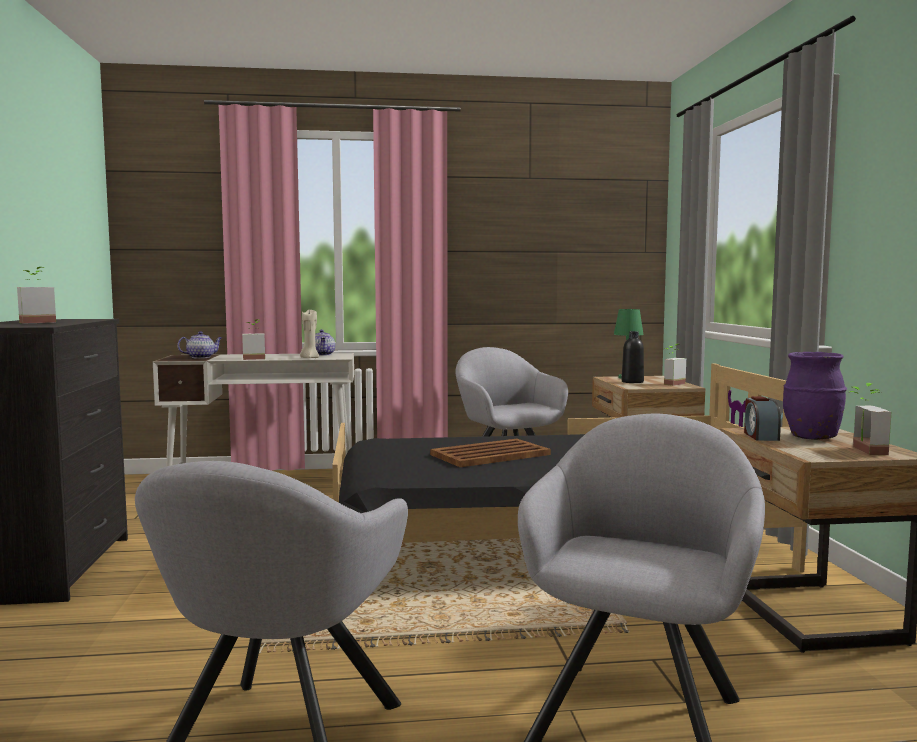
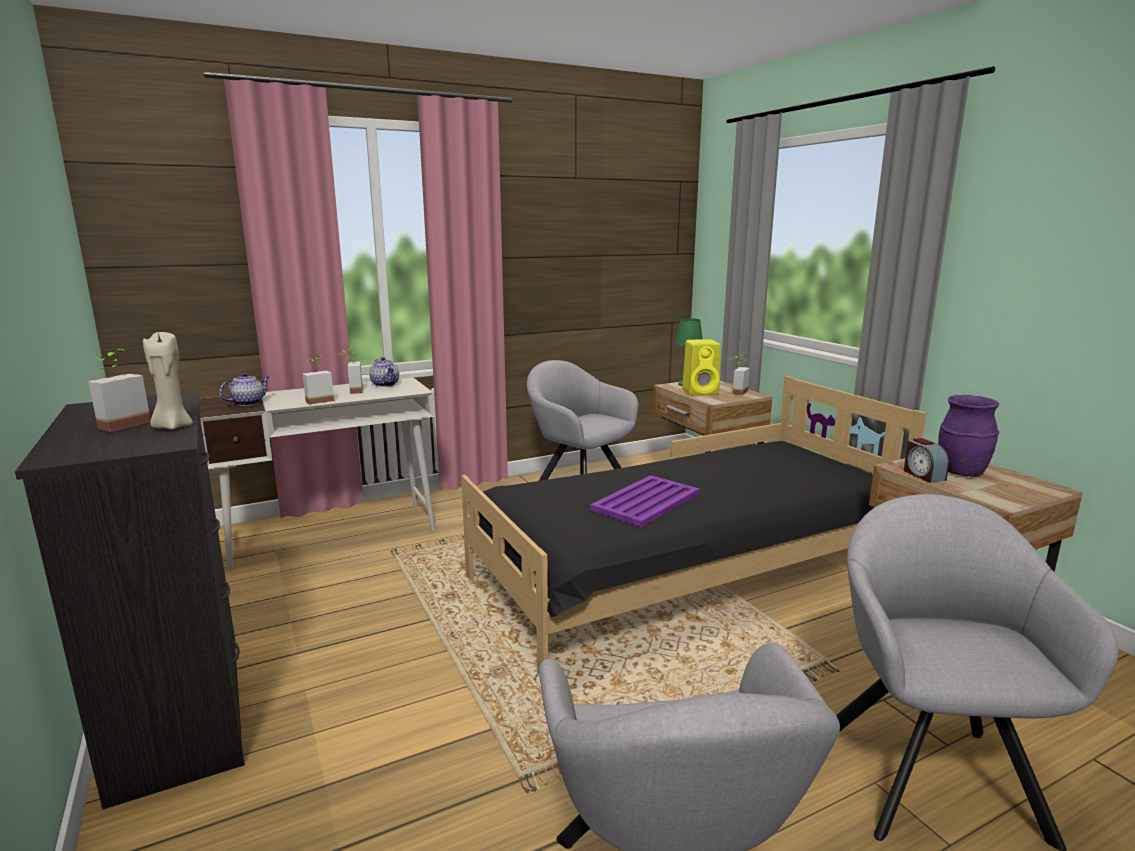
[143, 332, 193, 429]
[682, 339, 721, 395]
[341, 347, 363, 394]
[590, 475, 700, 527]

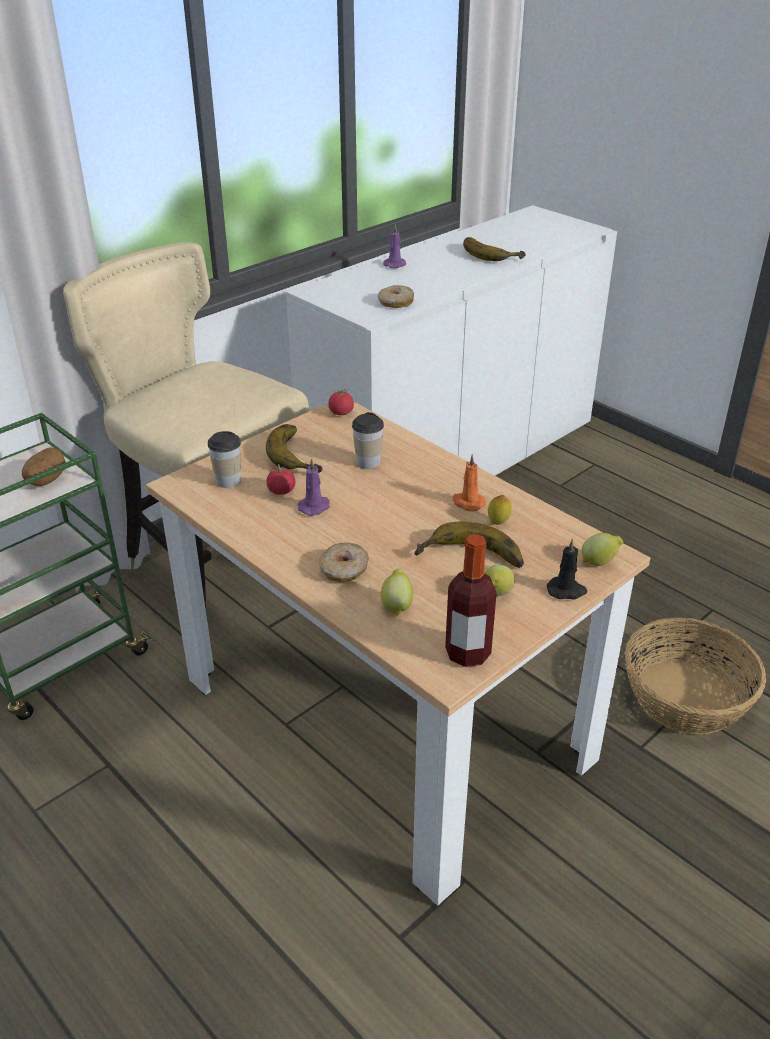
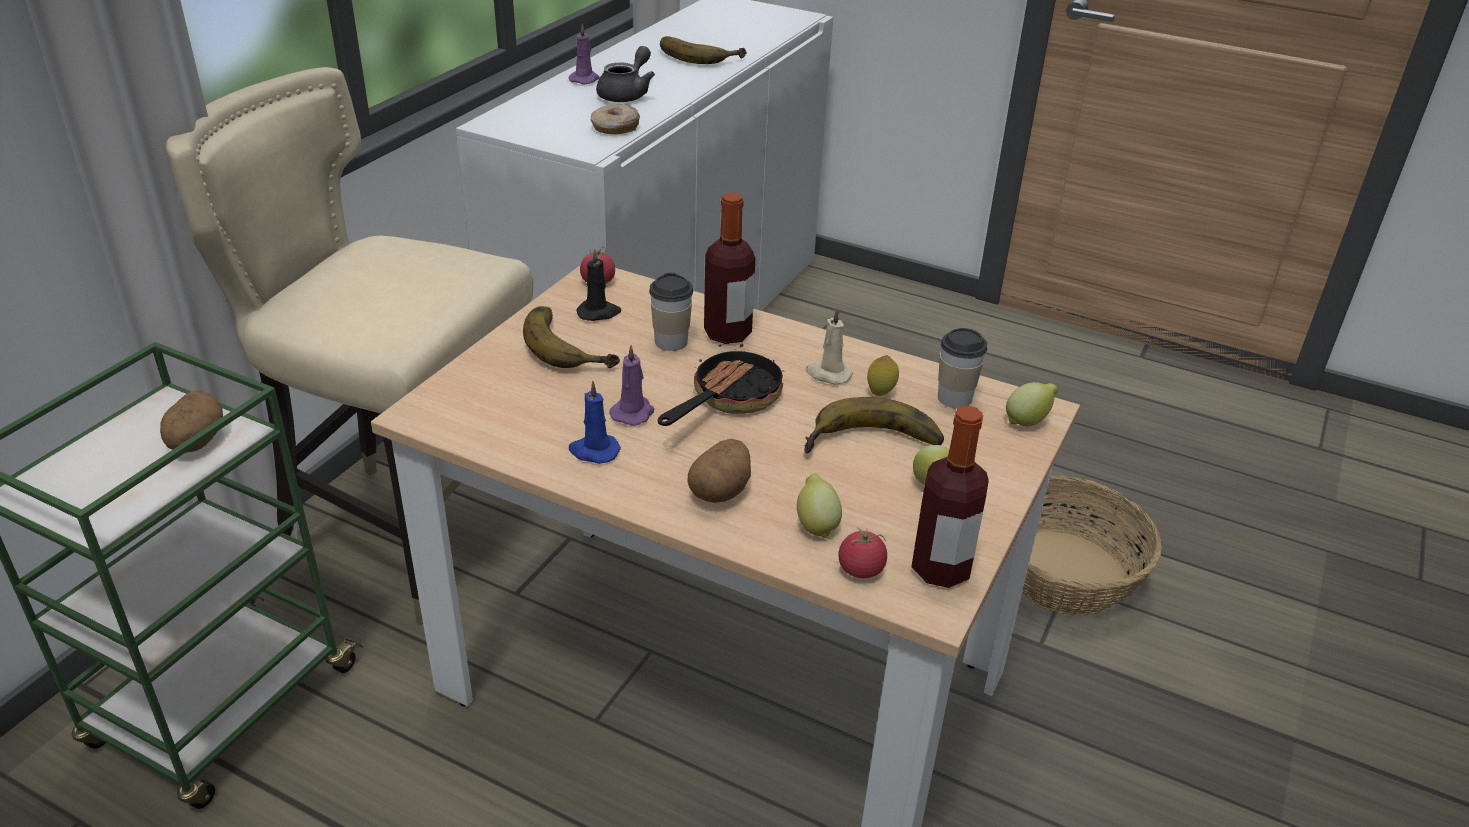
[938, 328, 987, 408]
[806, 307, 853, 384]
[839, 527, 887, 578]
[576, 249, 621, 321]
[688, 438, 751, 503]
[596, 46, 655, 102]
[704, 193, 755, 344]
[658, 343, 785, 426]
[569, 381, 621, 464]

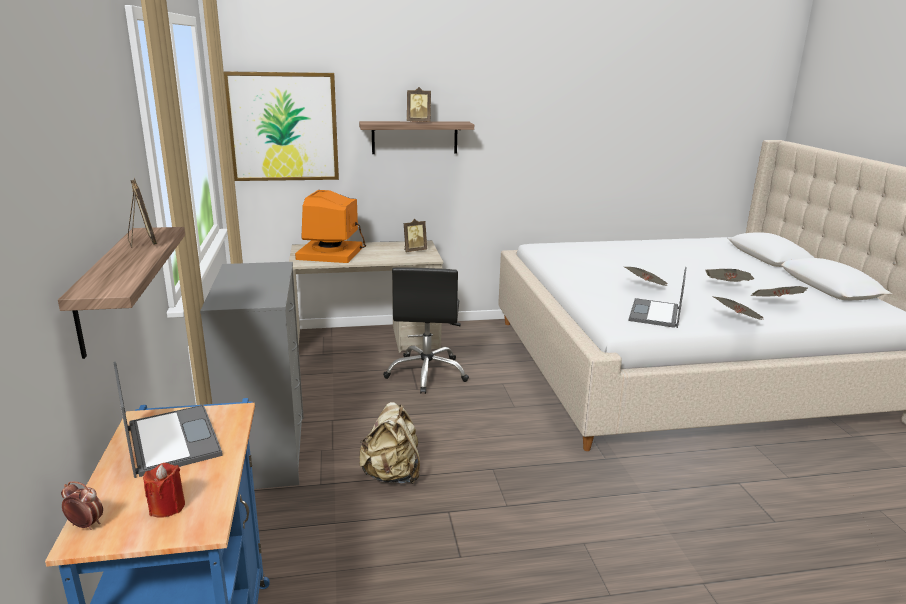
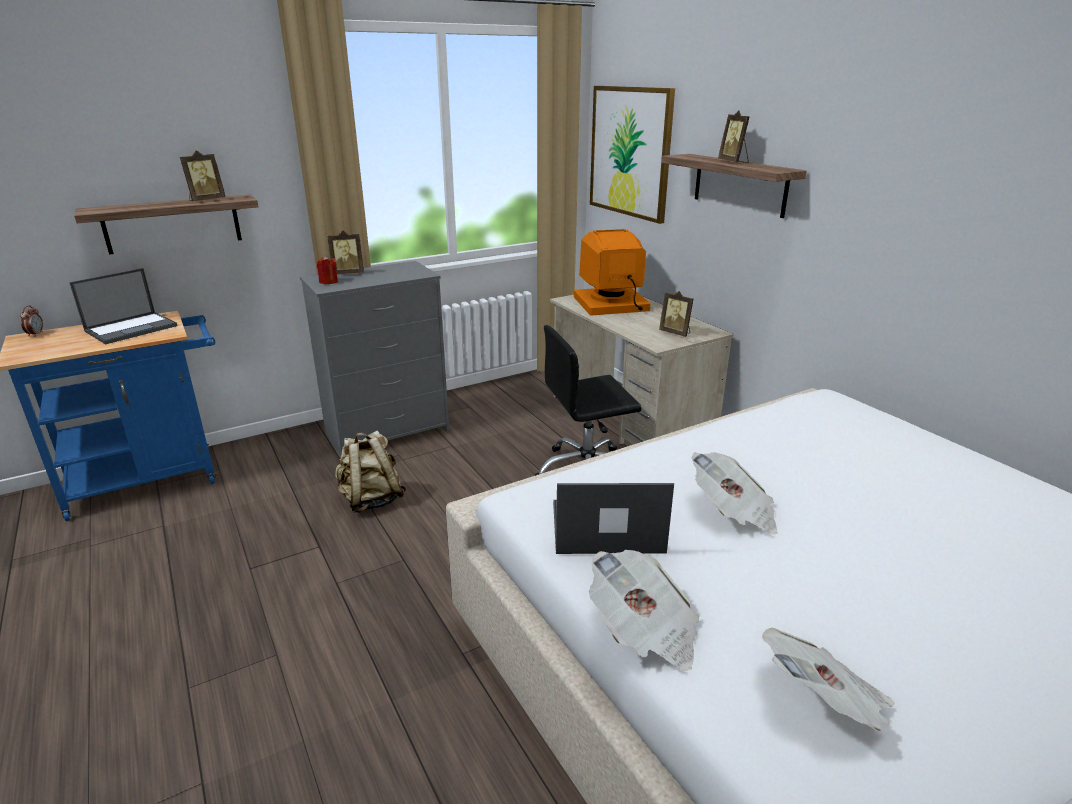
[705, 269, 754, 282] (first image)
[317, 256, 338, 284]
[327, 230, 364, 275]

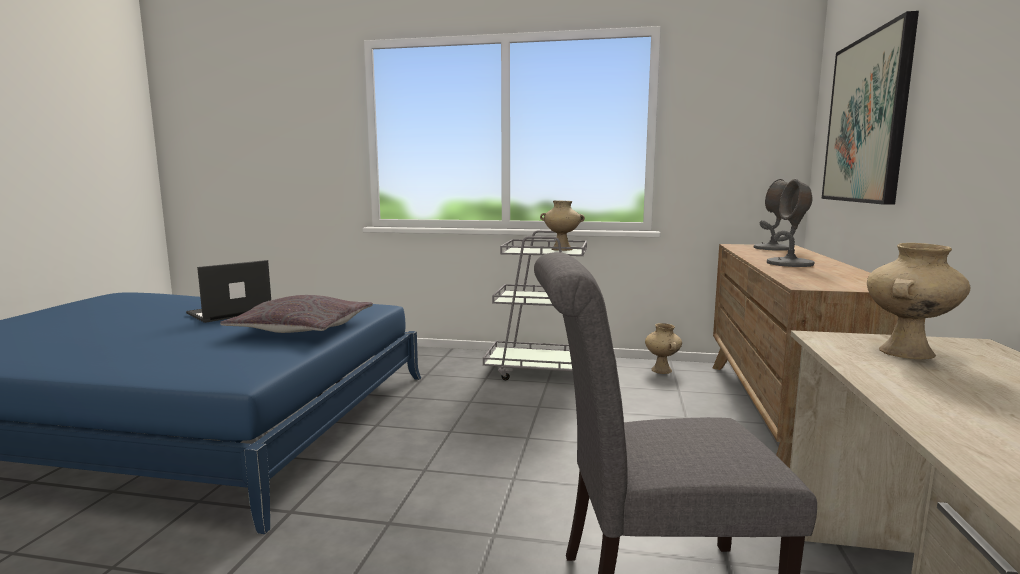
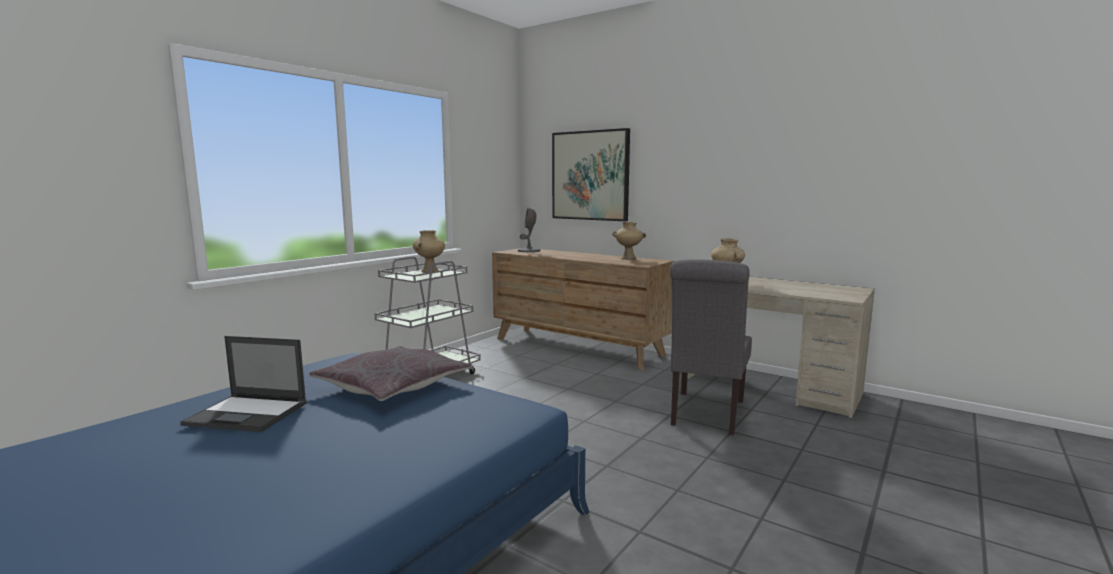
[767, 179, 815, 267] (first image)
[180, 336, 307, 432]
[612, 222, 646, 260]

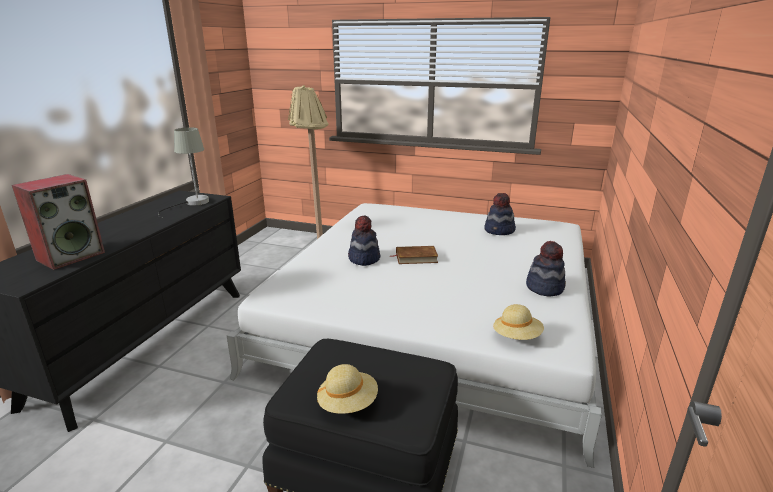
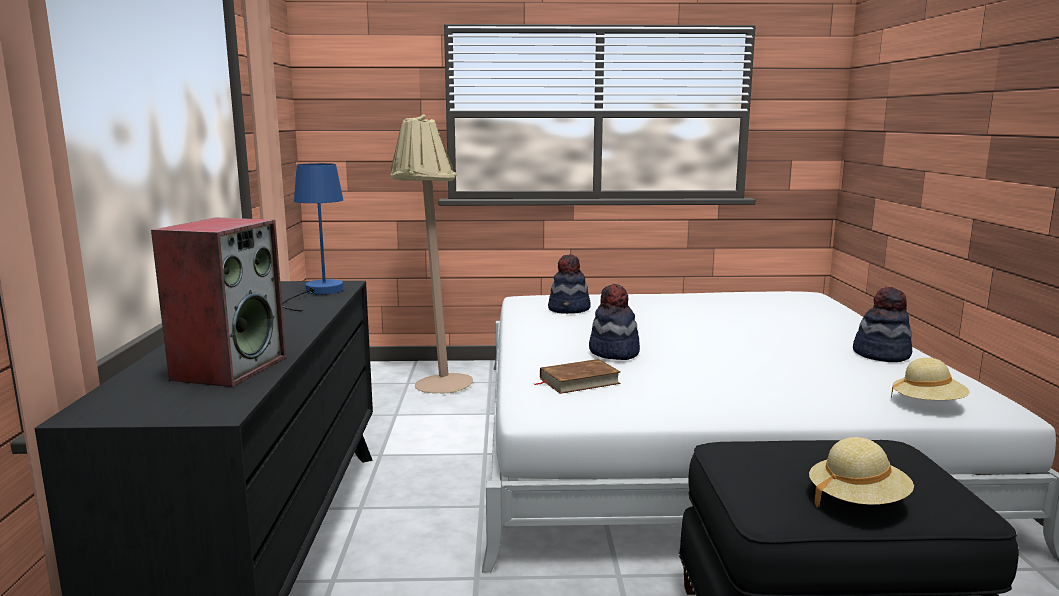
[282, 163, 343, 312]
[548, 254, 591, 314]
[534, 359, 621, 394]

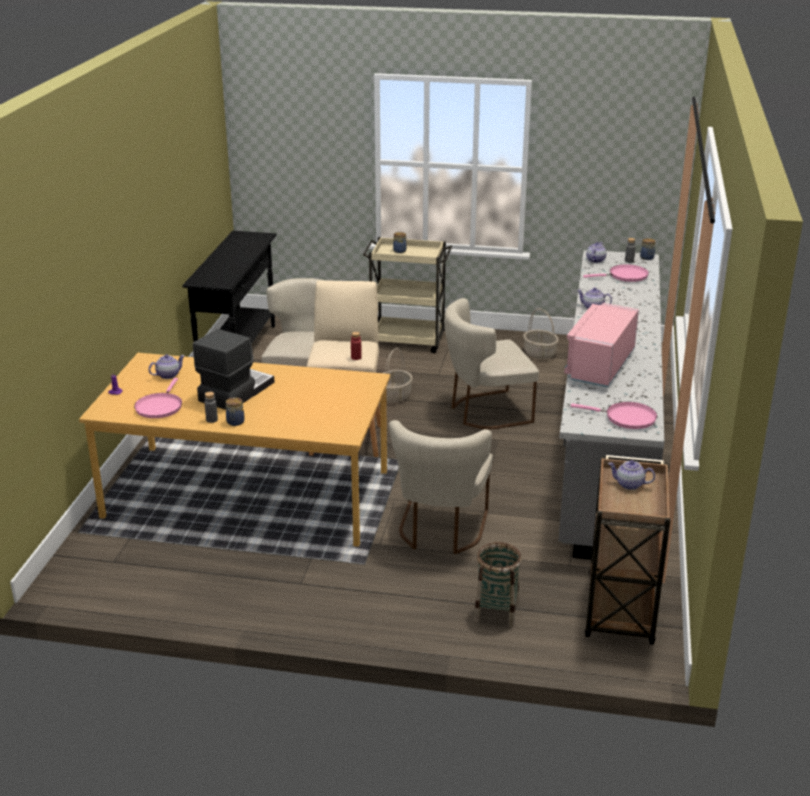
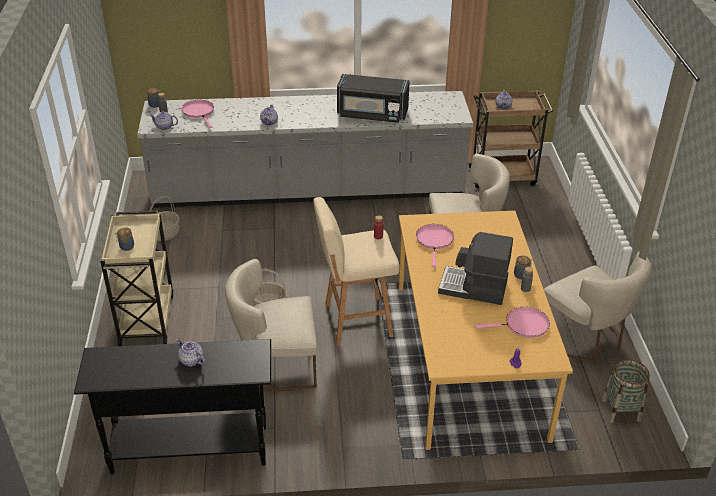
[544, 252, 652, 363]
[337, 74, 410, 123]
[176, 338, 205, 367]
[416, 224, 454, 267]
[602, 359, 650, 423]

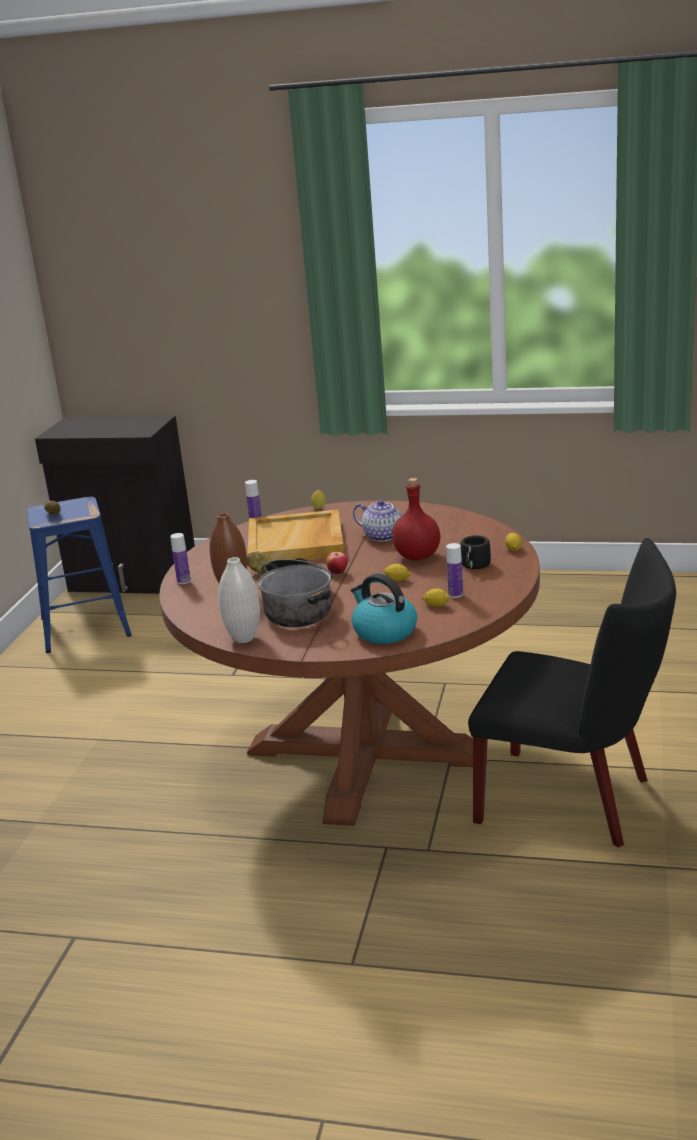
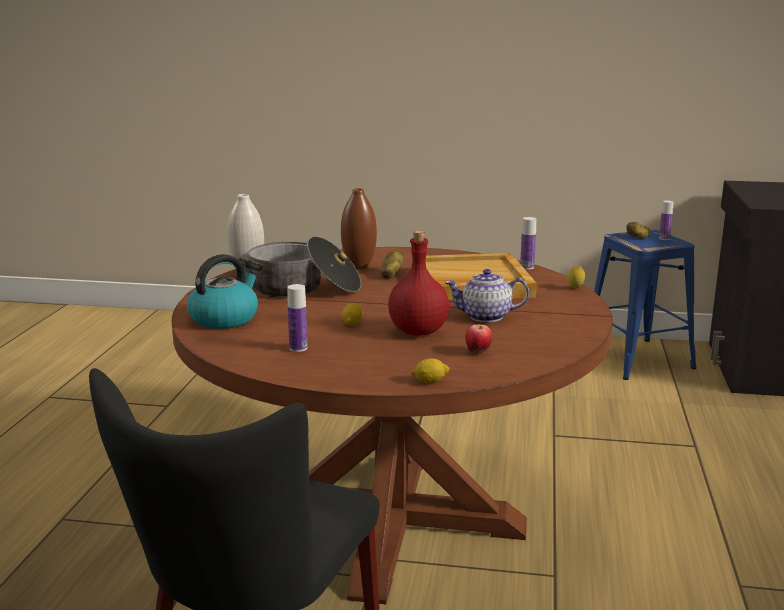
[445, 269, 529, 322]
[659, 200, 674, 240]
[461, 535, 491, 569] (first image)
[465, 324, 492, 353]
[422, 588, 451, 607] (first image)

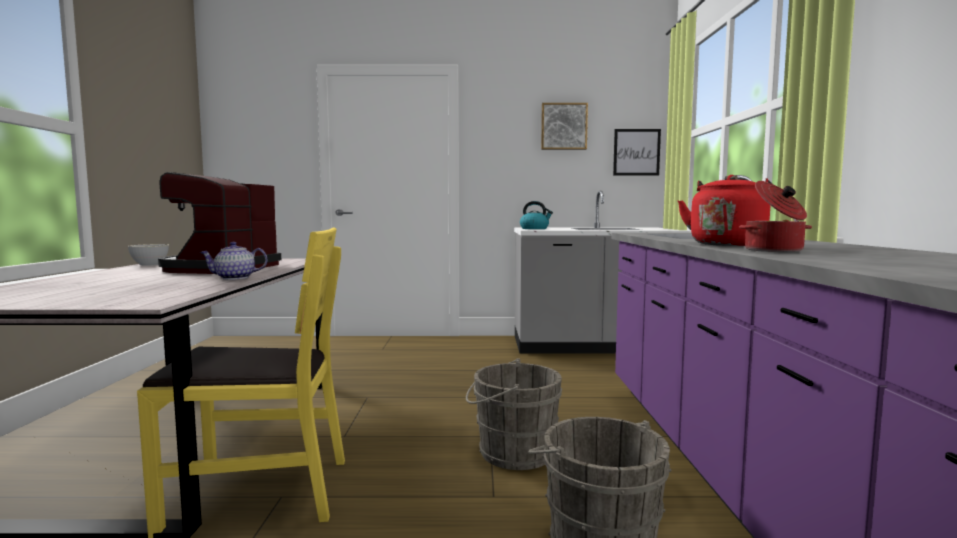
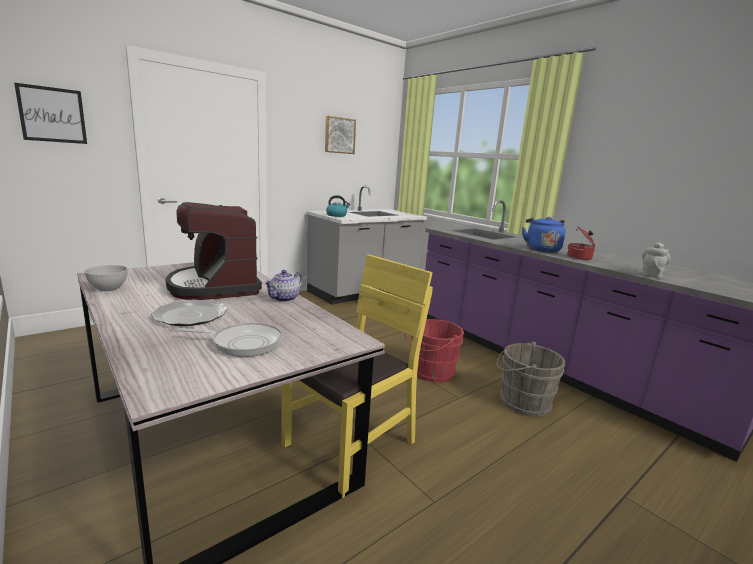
[14, 83, 87, 144]
[522, 217, 566, 253]
[404, 319, 464, 382]
[641, 242, 671, 278]
[151, 300, 228, 326]
[178, 323, 283, 357]

